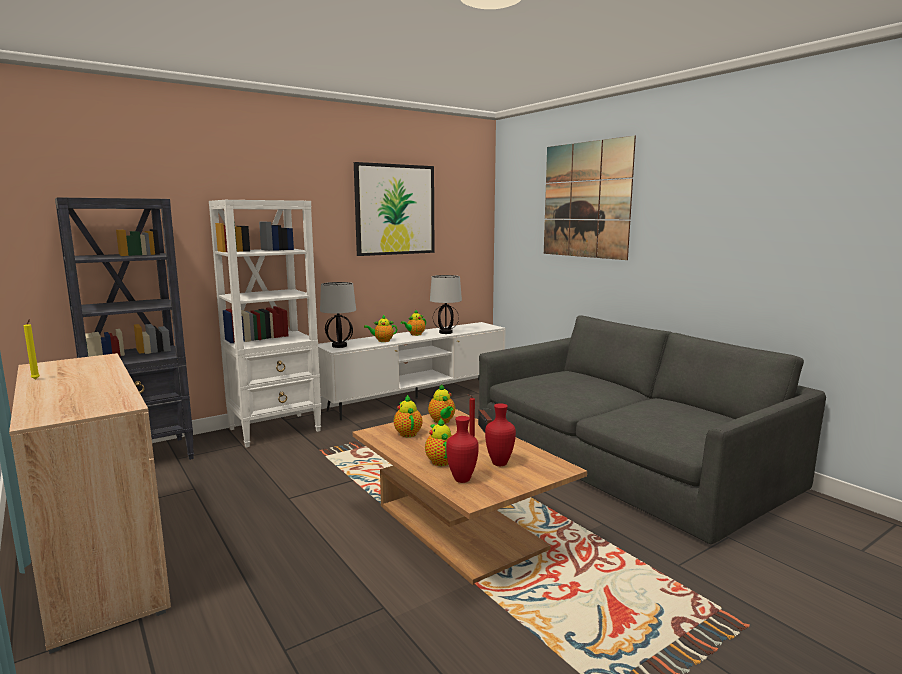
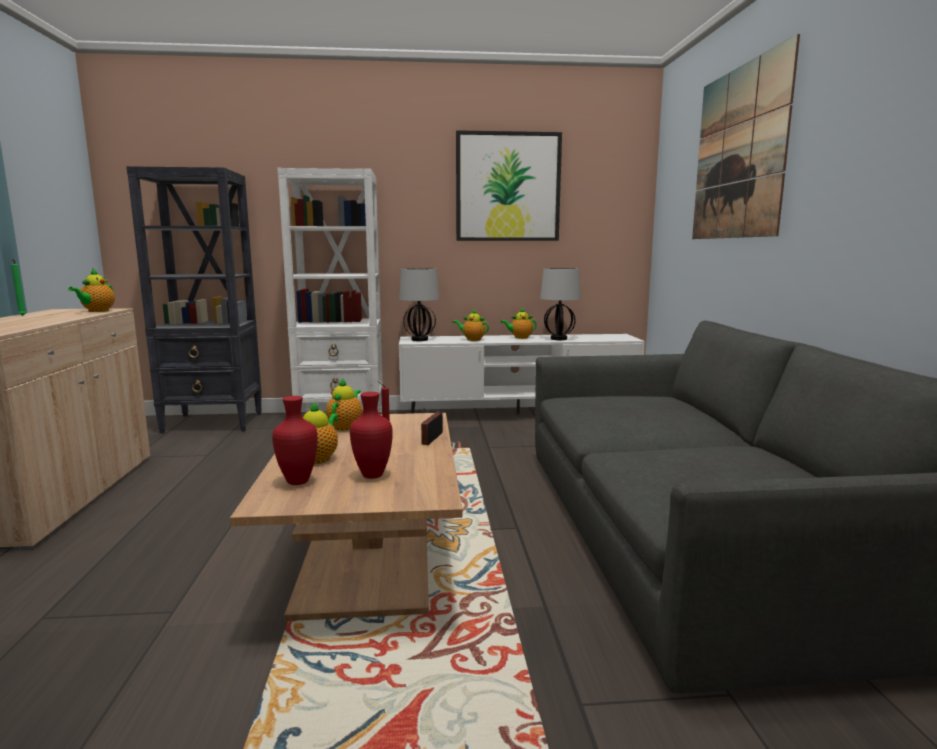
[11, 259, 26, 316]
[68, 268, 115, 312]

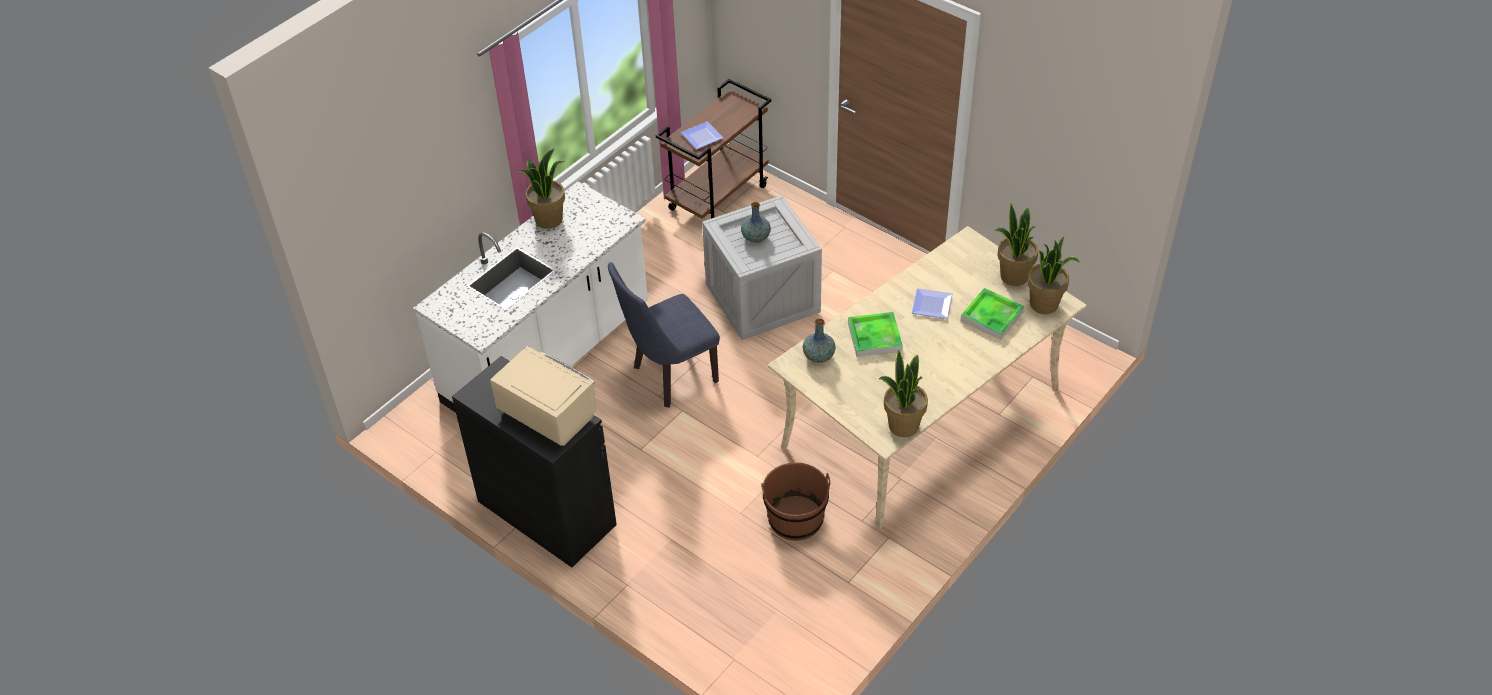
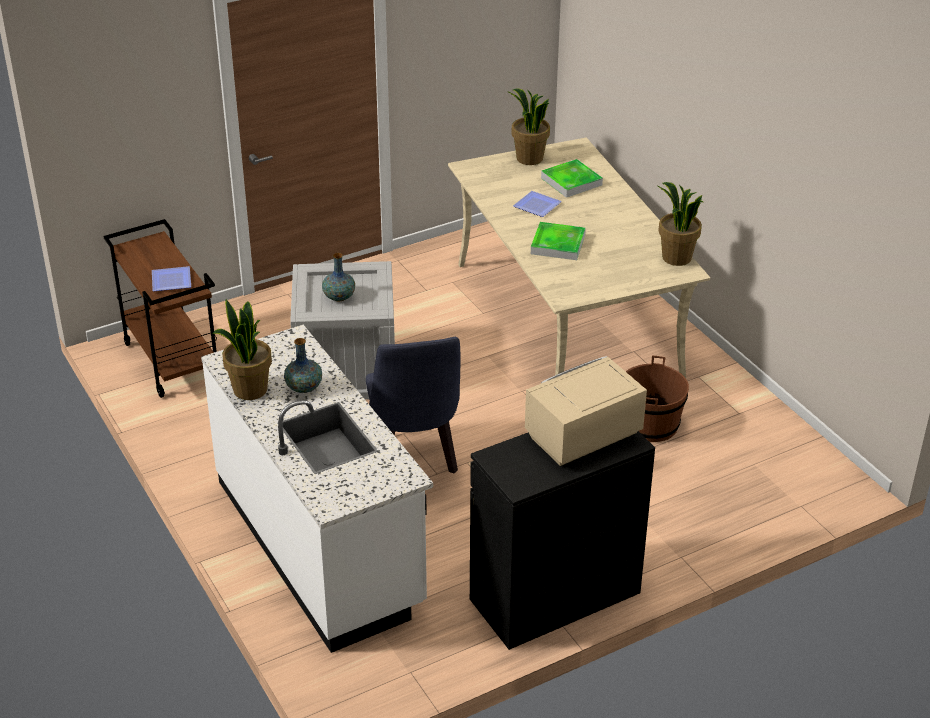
[1027, 236, 1079, 314] (first image)
[284, 338, 322, 393]

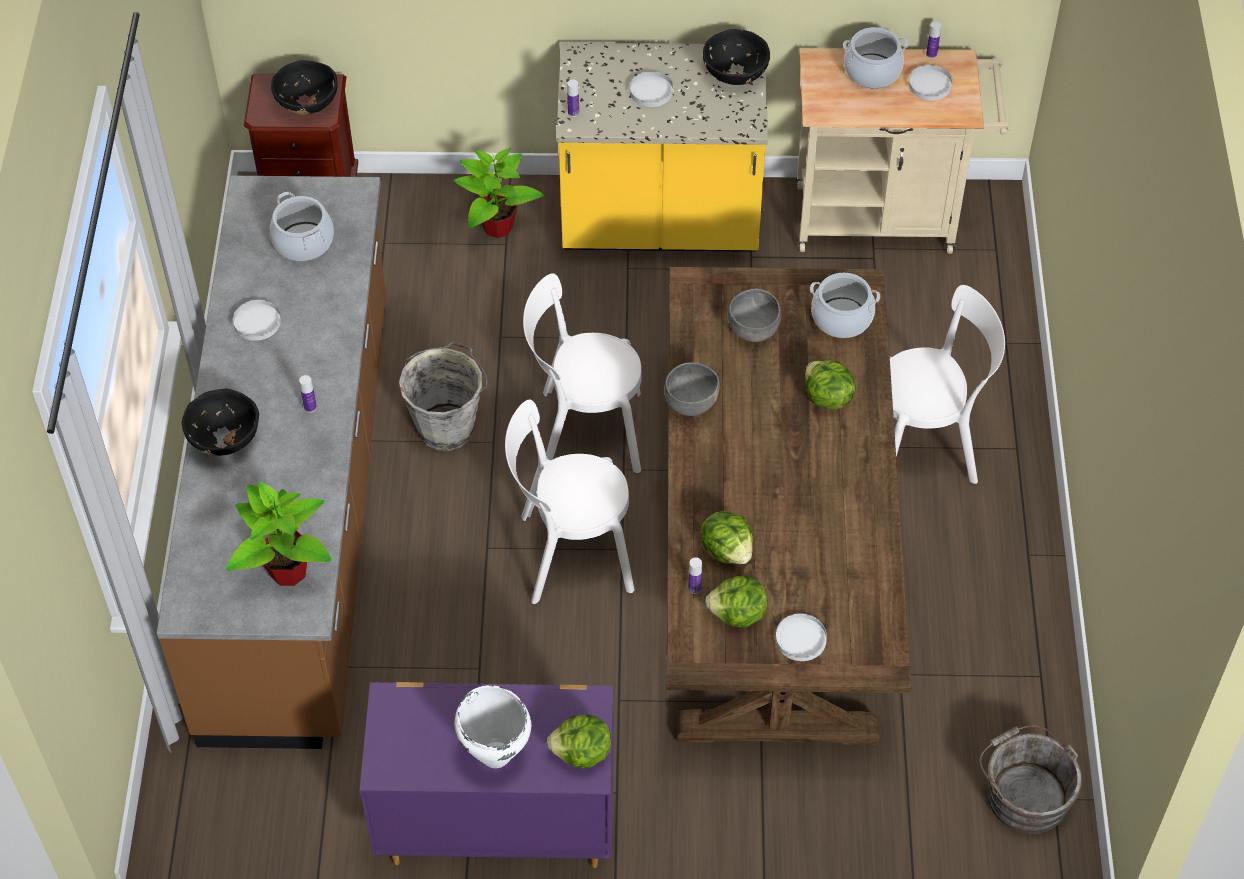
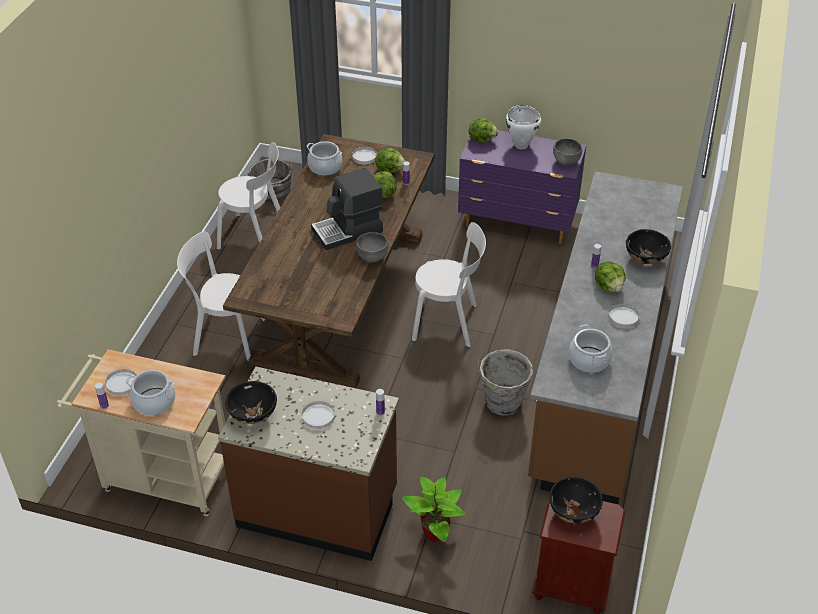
[218, 367, 399, 561]
[217, 142, 280, 249]
[307, 141, 342, 176]
[553, 138, 582, 166]
[595, 261, 625, 292]
[226, 482, 331, 586] (first image)
[311, 168, 383, 250]

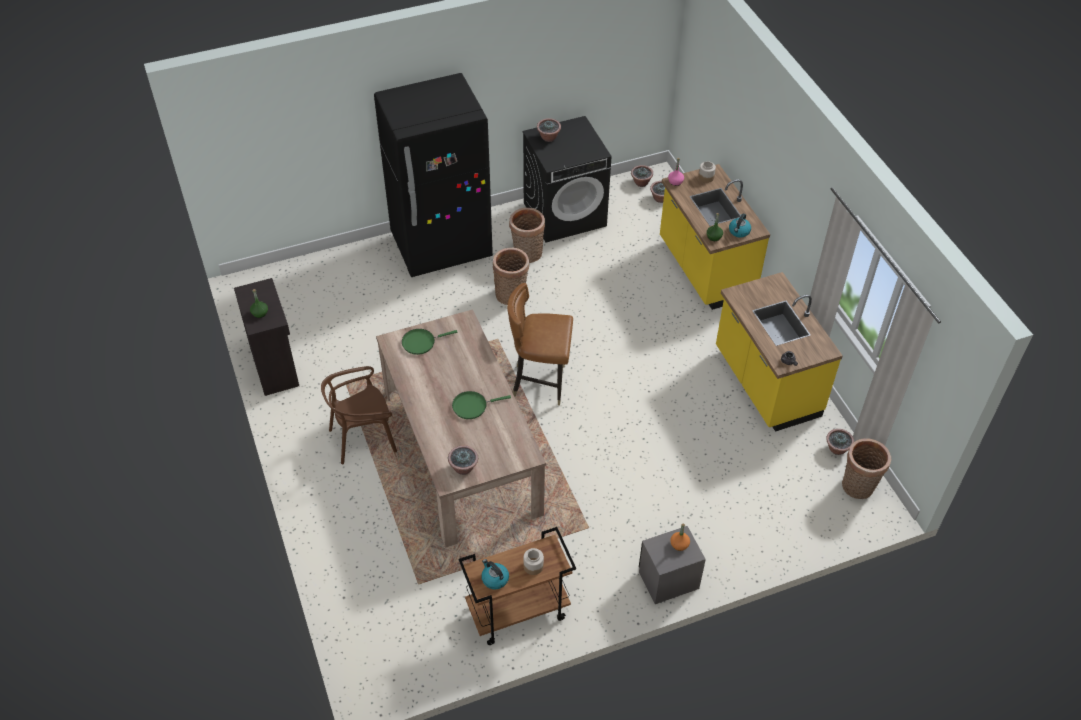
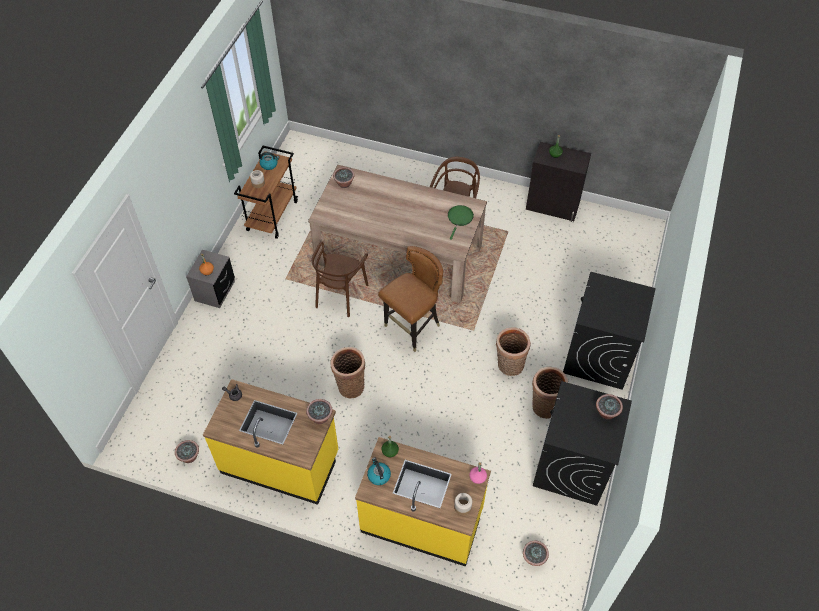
[563, 272, 656, 390]
[306, 399, 332, 424]
[452, 391, 511, 419] (first image)
[330, 347, 365, 399]
[312, 242, 368, 317]

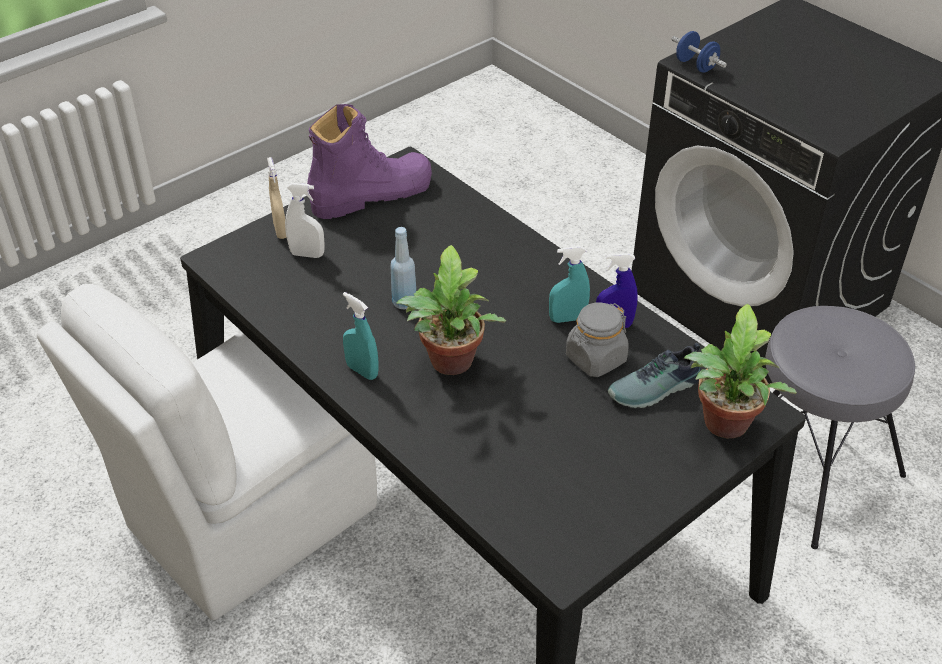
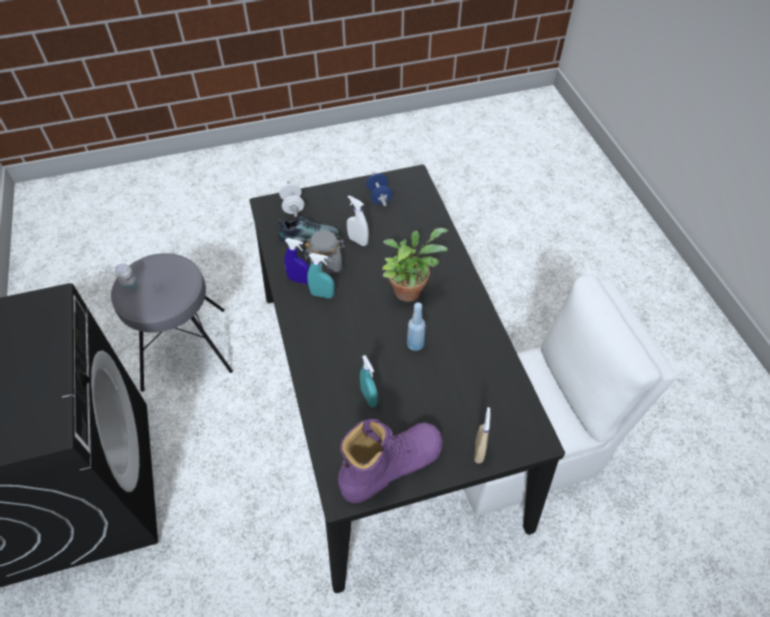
[366, 172, 393, 207]
[338, 419, 443, 503]
[347, 196, 369, 246]
[360, 355, 378, 407]
[279, 181, 304, 217]
[115, 263, 137, 290]

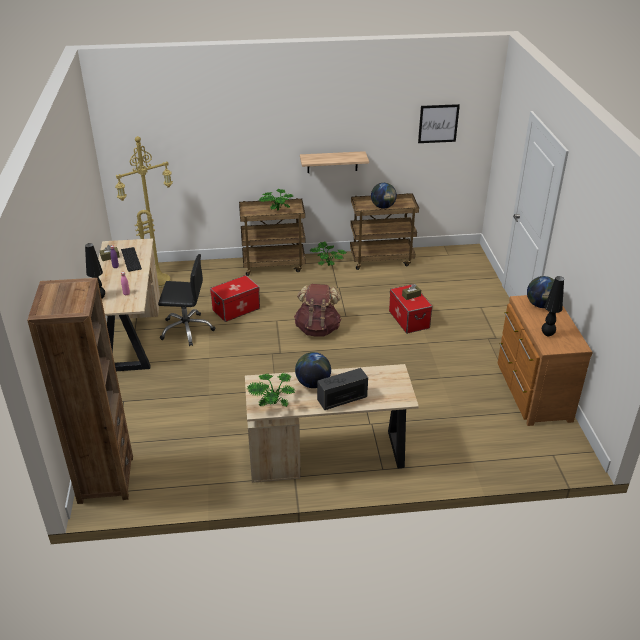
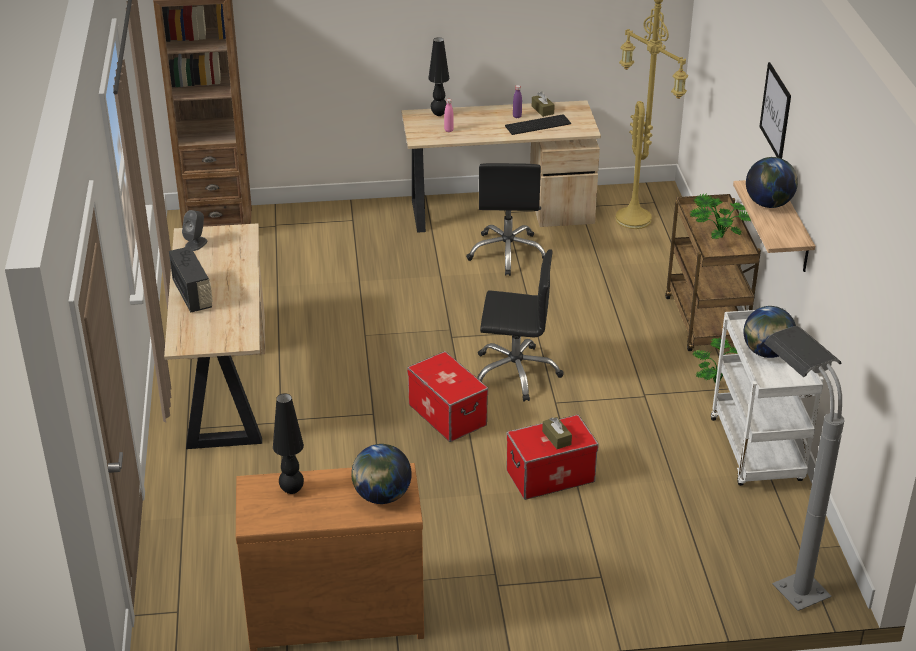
[759, 62, 791, 159]
[711, 308, 823, 486]
[407, 351, 488, 442]
[477, 249, 564, 401]
[746, 157, 798, 208]
[182, 210, 207, 251]
[765, 326, 844, 611]

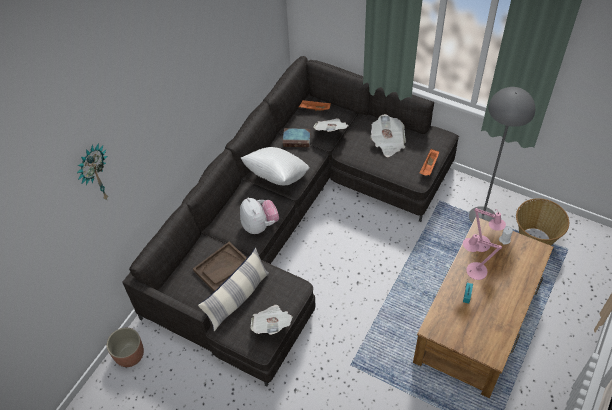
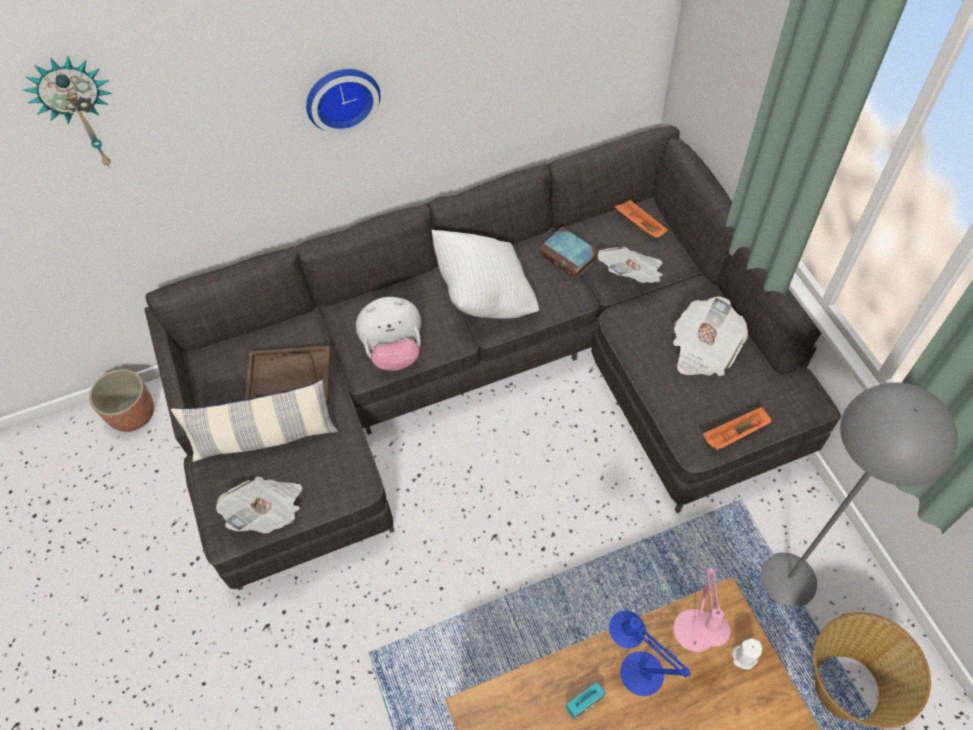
[356, 297, 421, 371]
[609, 611, 691, 696]
[306, 69, 381, 134]

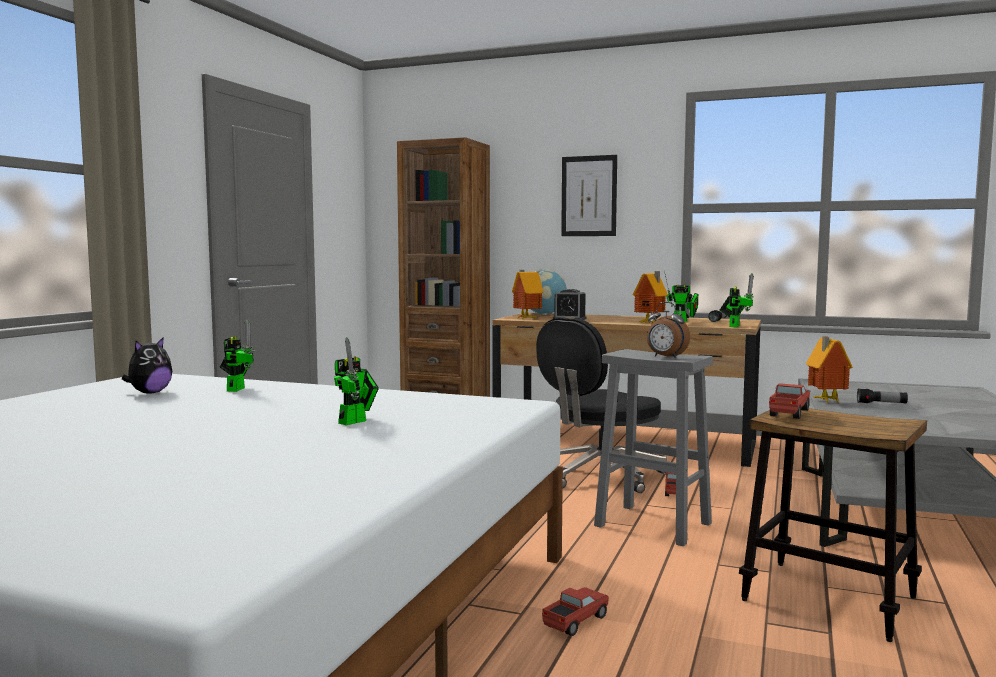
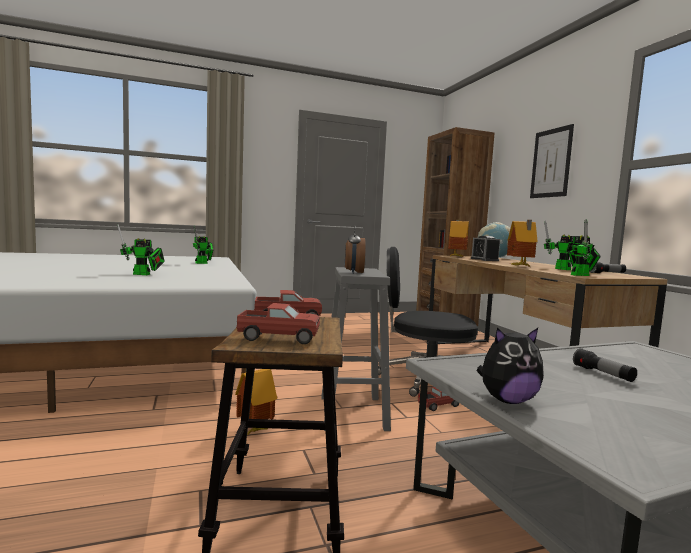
[476, 327, 544, 404]
[235, 368, 277, 435]
[236, 303, 320, 344]

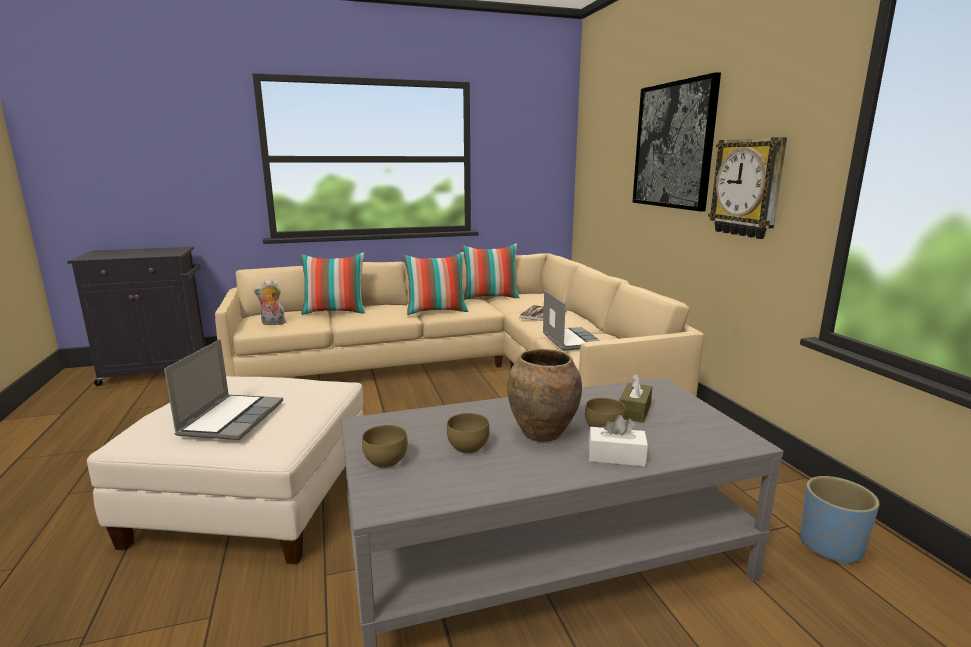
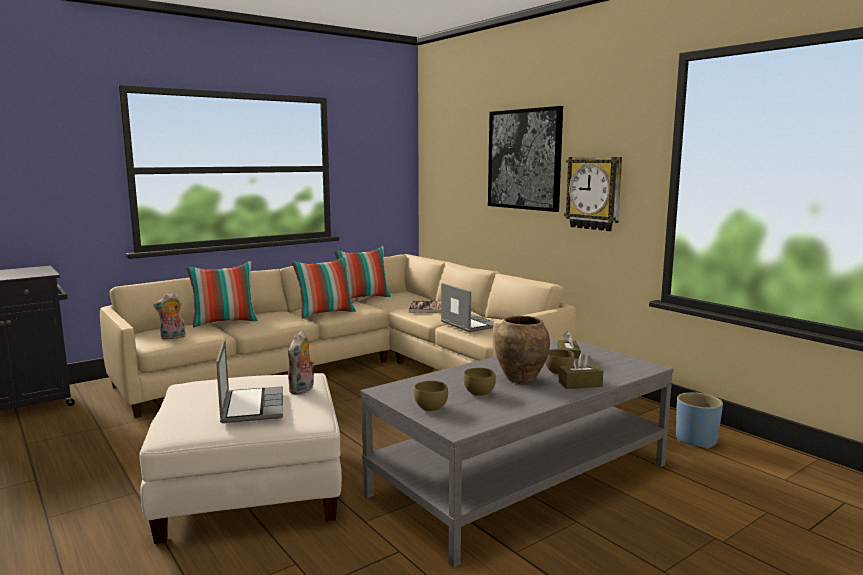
[559, 353, 603, 389]
[288, 331, 315, 395]

